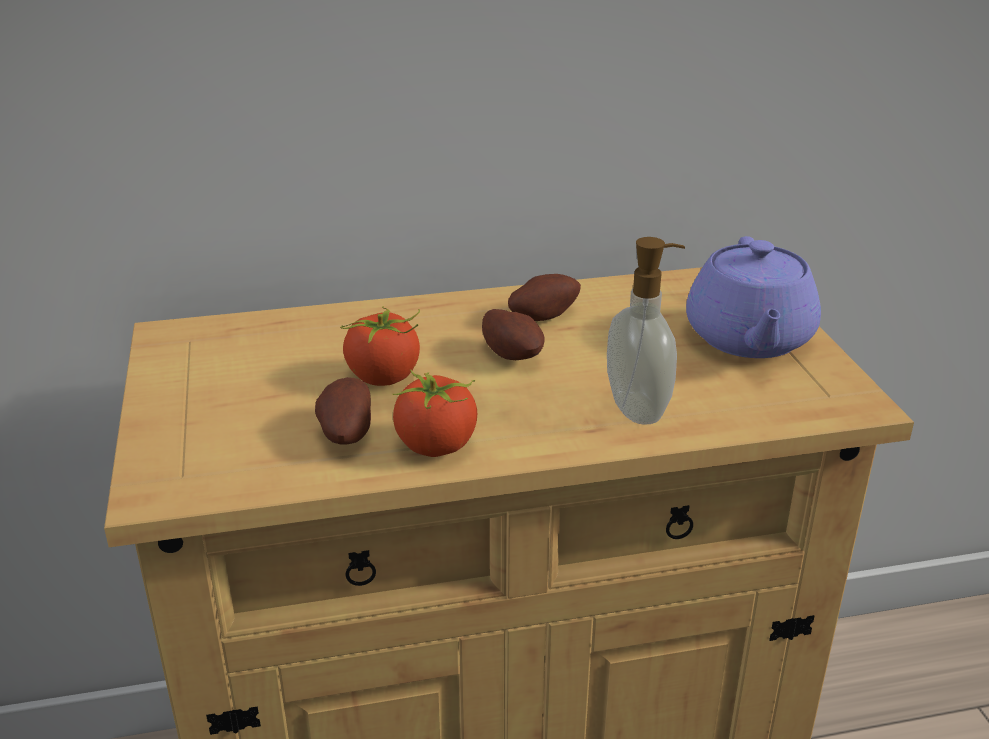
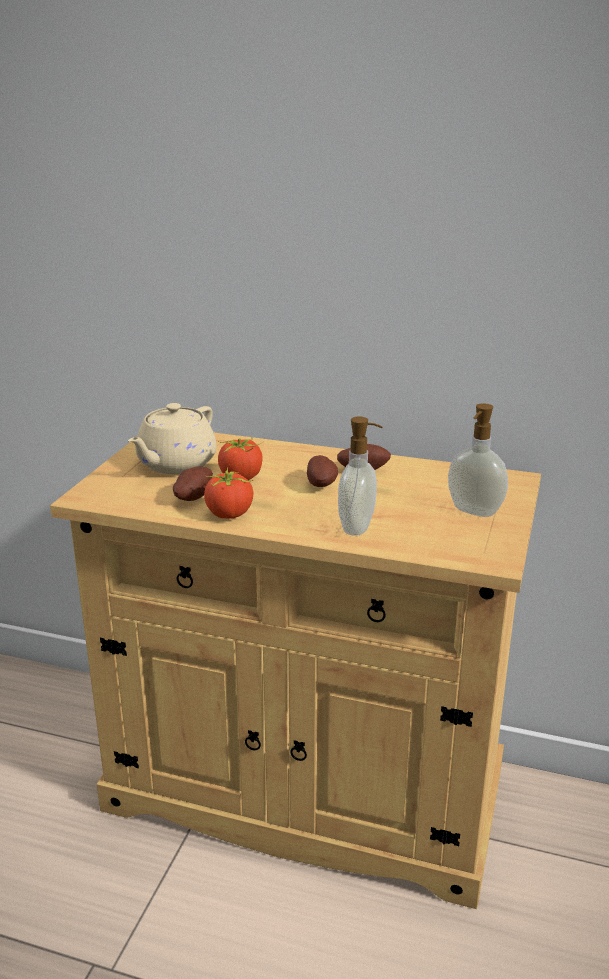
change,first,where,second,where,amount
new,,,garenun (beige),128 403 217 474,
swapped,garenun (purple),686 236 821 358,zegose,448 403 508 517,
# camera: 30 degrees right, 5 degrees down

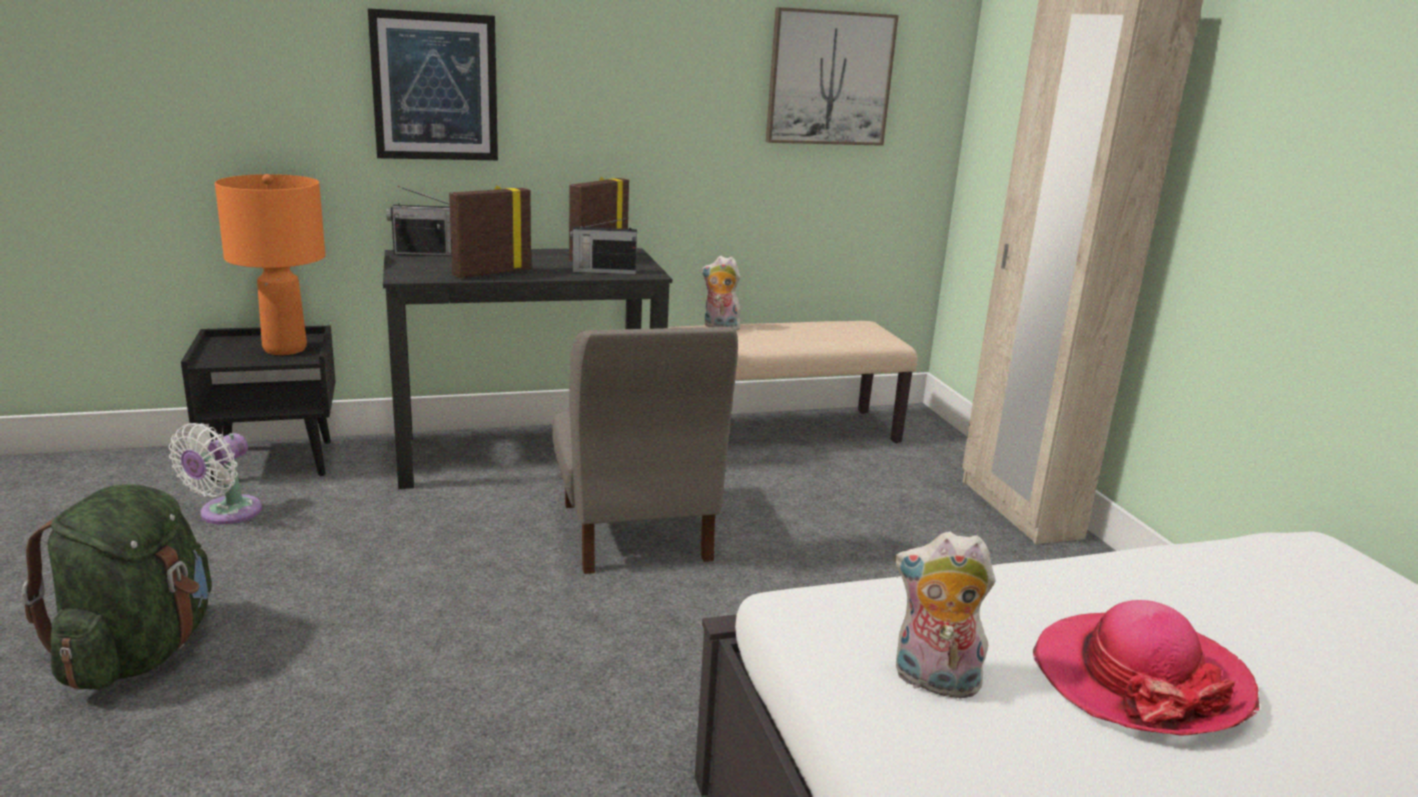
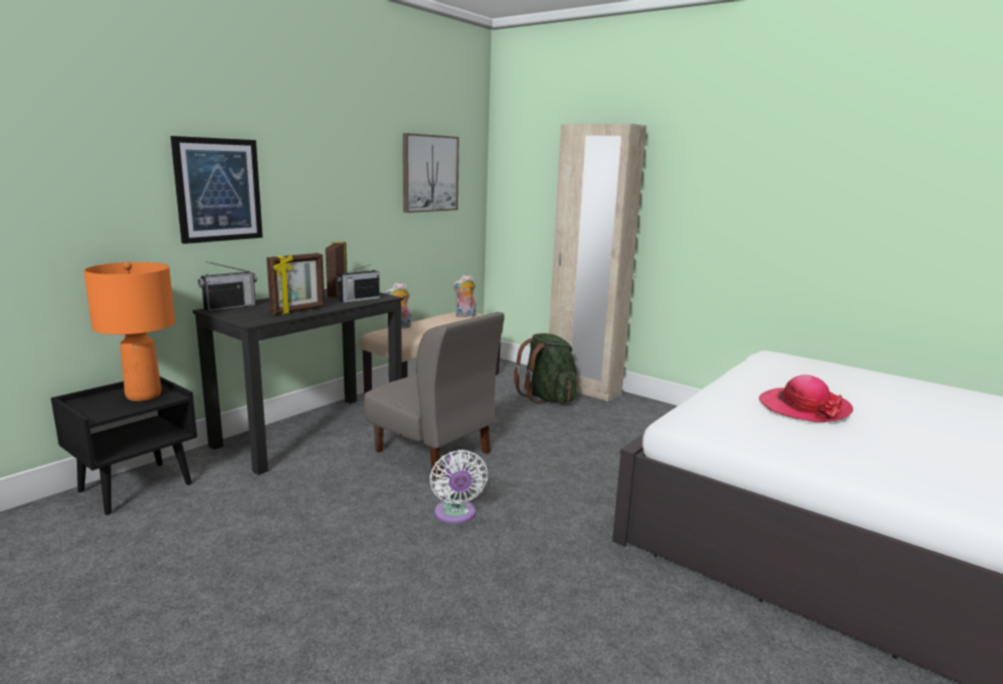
change,first,where,second,where,amount
shifted,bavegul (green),22 484 212 690,,514 333 576 404,
shifted,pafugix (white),169 423 262 524,,430 450 488 524,
shifted,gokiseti,895 532 995 702,,452 275 476 317,
rotated,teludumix,449 185 531 278,,267 253 325 315,150 degrees counterclockwise
# camera: 35 degrees left, 5 degrees down

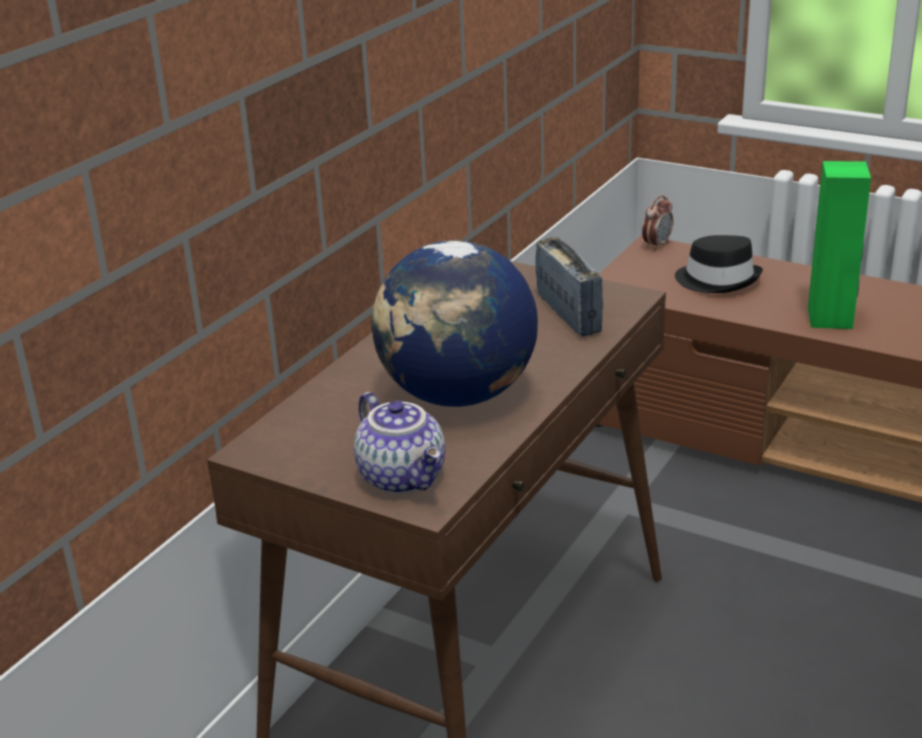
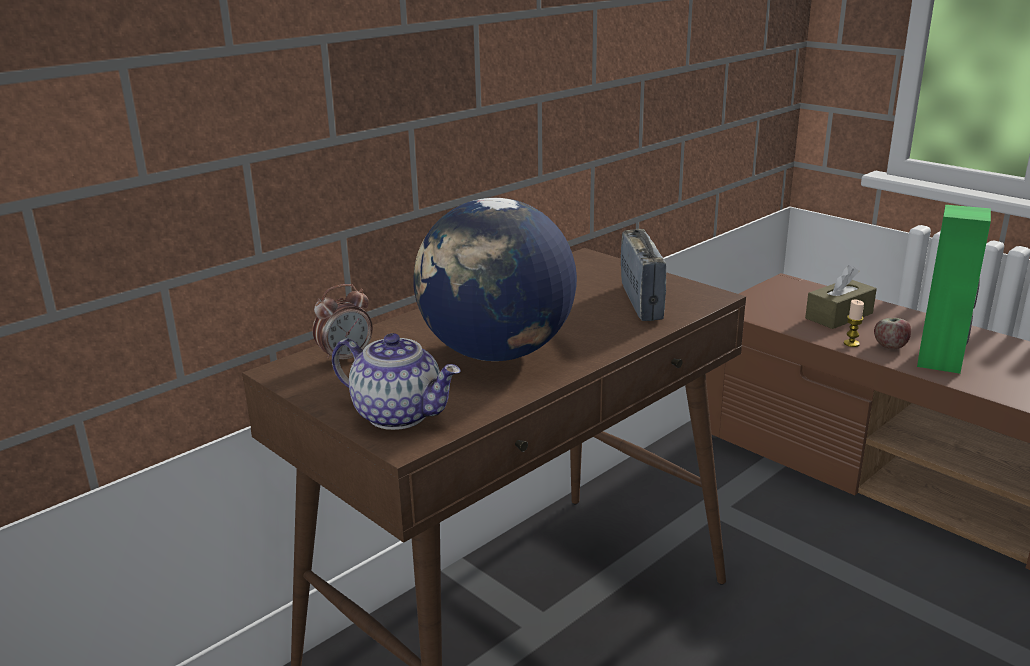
change,first,where,second,where,amount
new,,,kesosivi,844 300 864 347,
new,,,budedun,874 317 911 349,
shifted,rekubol,642 195 673 251,,313 284 373 366,
swapped,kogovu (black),675 235 763 293,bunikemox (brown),805 265 877 329,
rotated,garenun,354 392 445 494,,332 333 460 430,45 degrees counterclockwise
# camera: 15 degrees right, 5 degrees down

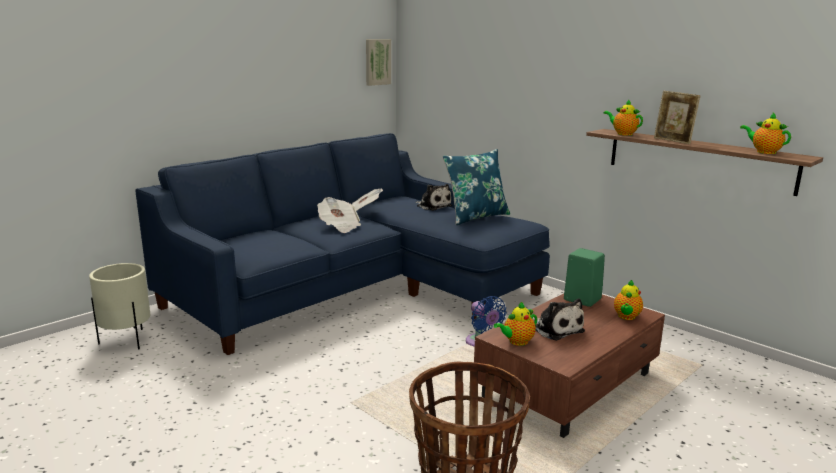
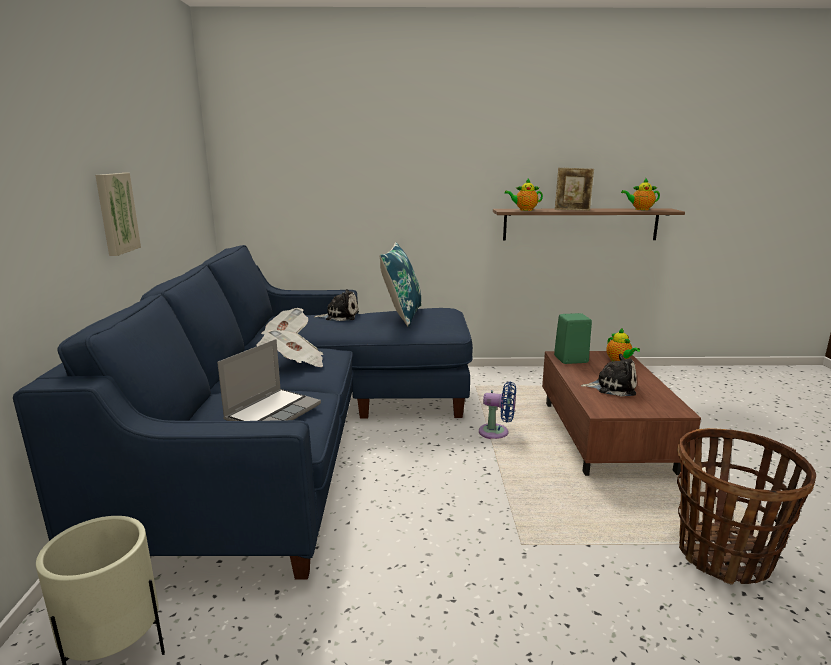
change,first,where,second,where,amount
gone,garenun,494 302 537 346,,,
new,,,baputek,217 339 321 421,
shifted,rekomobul,366 39 391 86,,95 173 141 256,
# camera: 45 degrees left, 0 degrees up

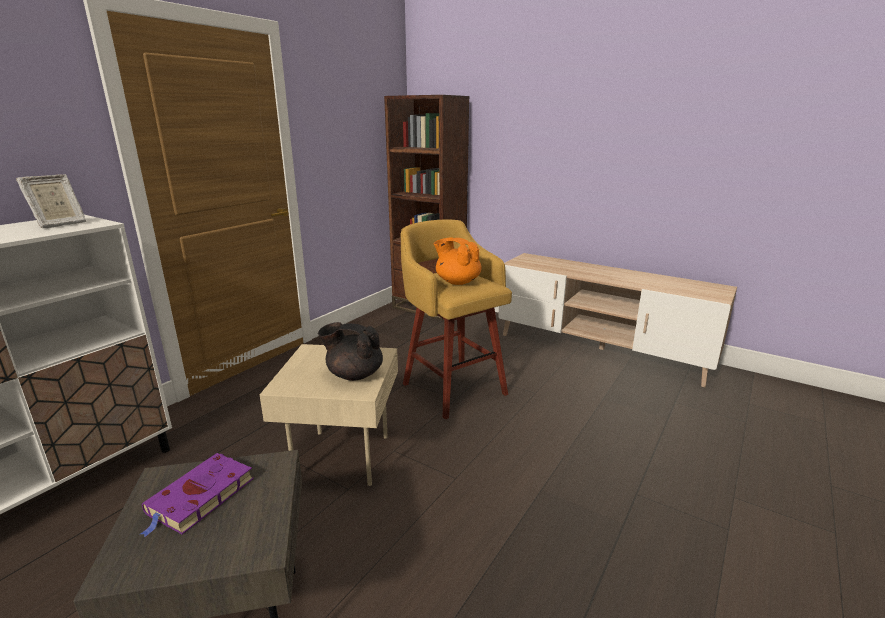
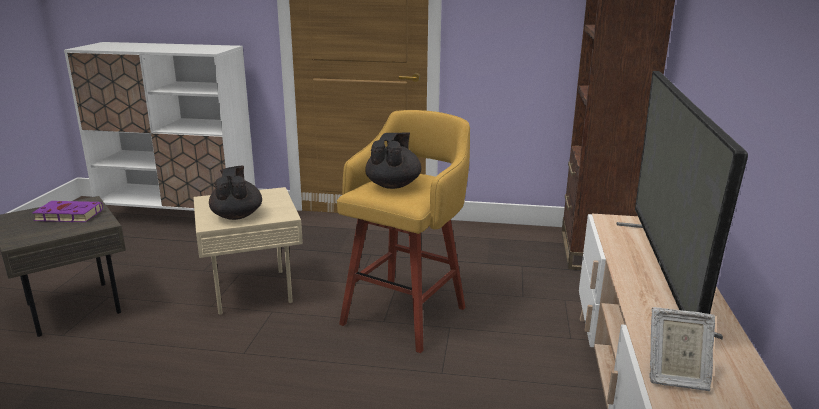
change,first,where,second,where,amount
new,,,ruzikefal,617 71 748 339,
shifted,teludumix,16 174 86 228,,649 307 715 391,
repainted,garenun (orange),434 237 482 285,garenun (black),365 132 421 189,
# camera: 65 degrees right, 0 degrees up

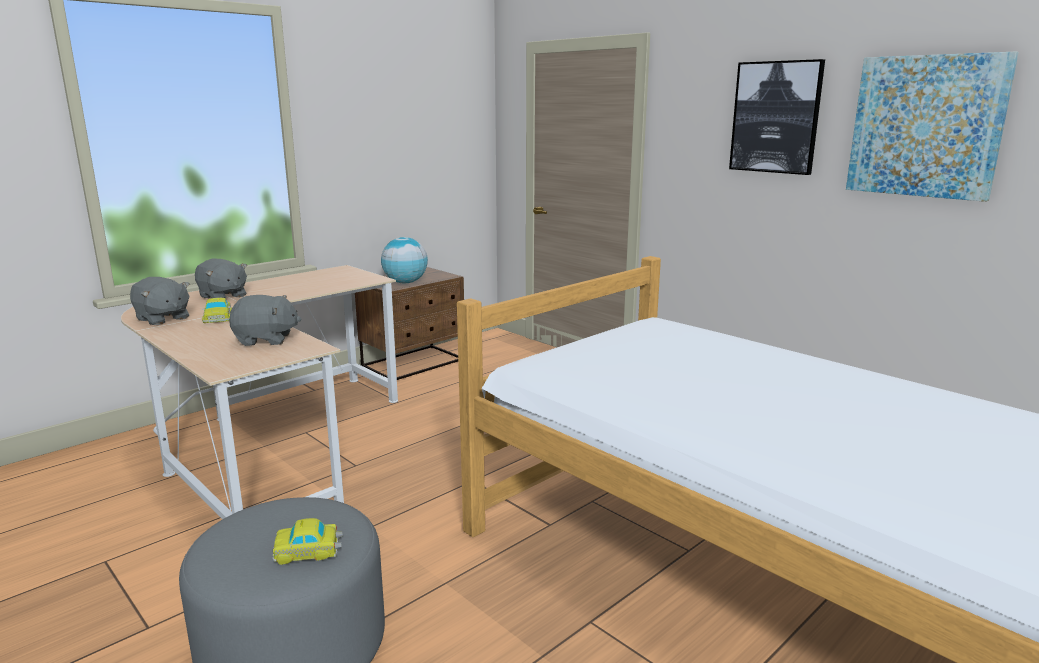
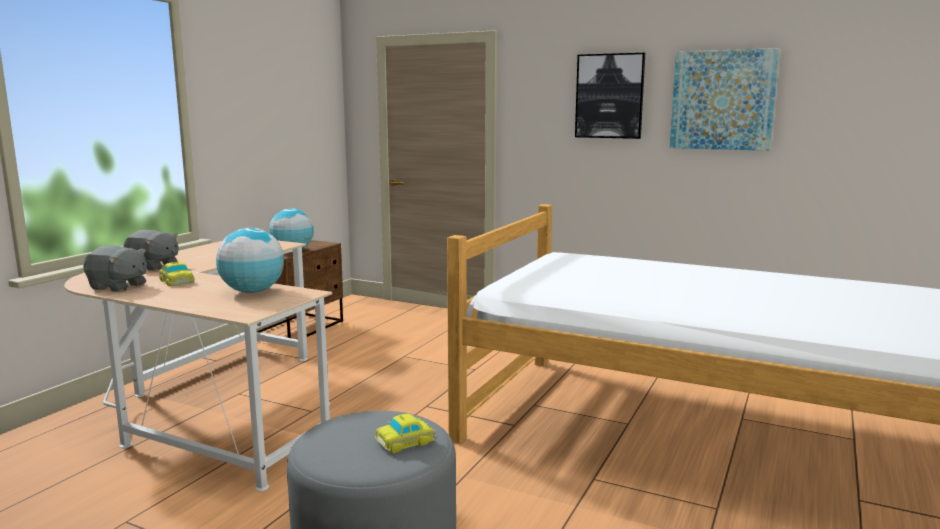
change,first,where,second,where,amount
swapped,gokiseti (grey),229 295 301 346,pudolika,216 228 284 293,
# camera: 20 degrees left, 5 degrees down

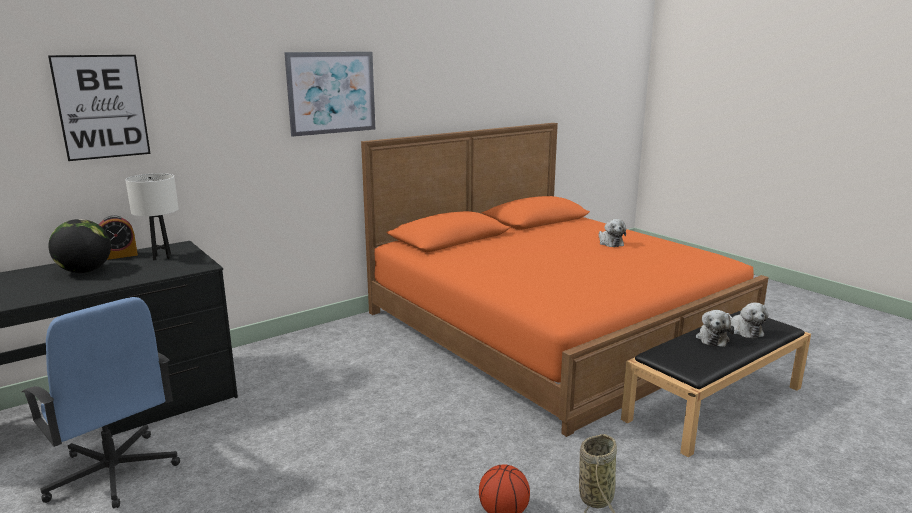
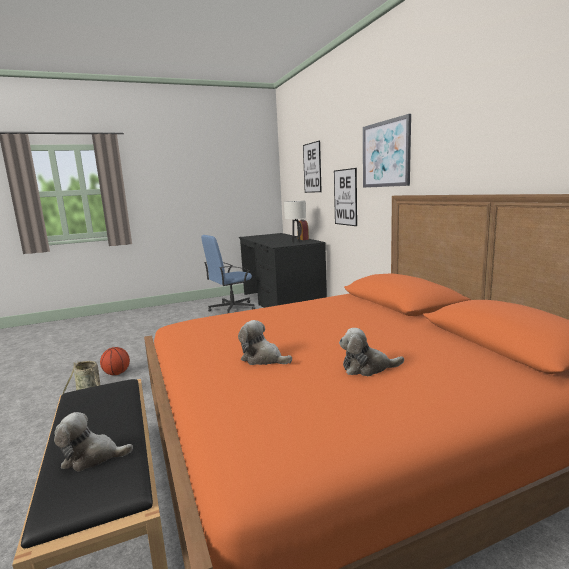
change,first,where,second,where,amount
gone,pudolika,48 219 111 273,,,
new,,,rekomobul,334 168 357 226,
shifted,gokiseti,696 310 734 347,,238 320 292 365,
# camera: 105 degrees right, 5 degrees down

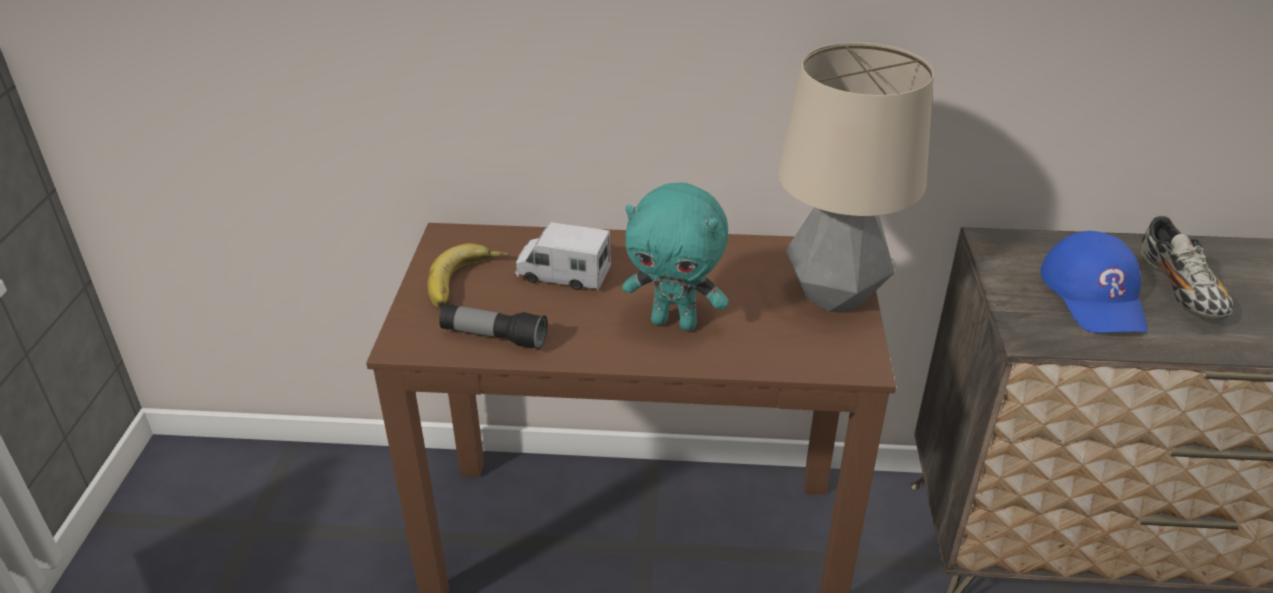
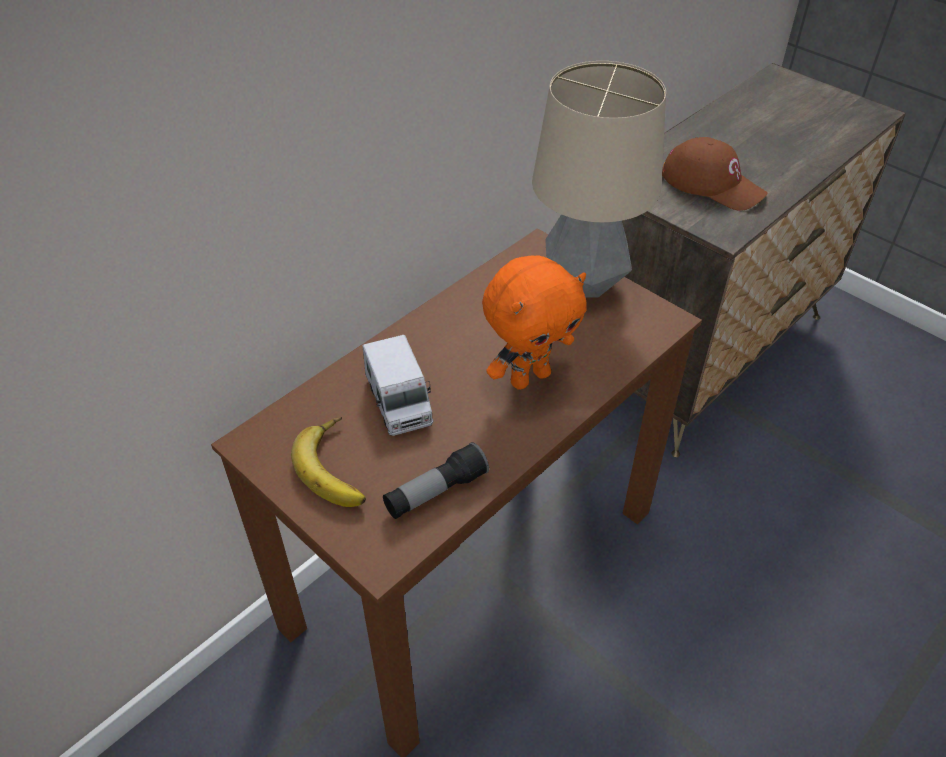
change,first,where,second,where,amount
gone,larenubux,1140 216 1233 320,,,
repainted,gokiseti (turquoise),622 183 729 331,gokiseti (orange),482 256 586 390,
repainted,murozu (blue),1040 231 1148 333,murozu (brown),662 137 767 211,
rotated,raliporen,515 222 611 291,,363 335 433 436,75 degrees counterclockwise
# camera: 50 degrees left, 10 degrees up

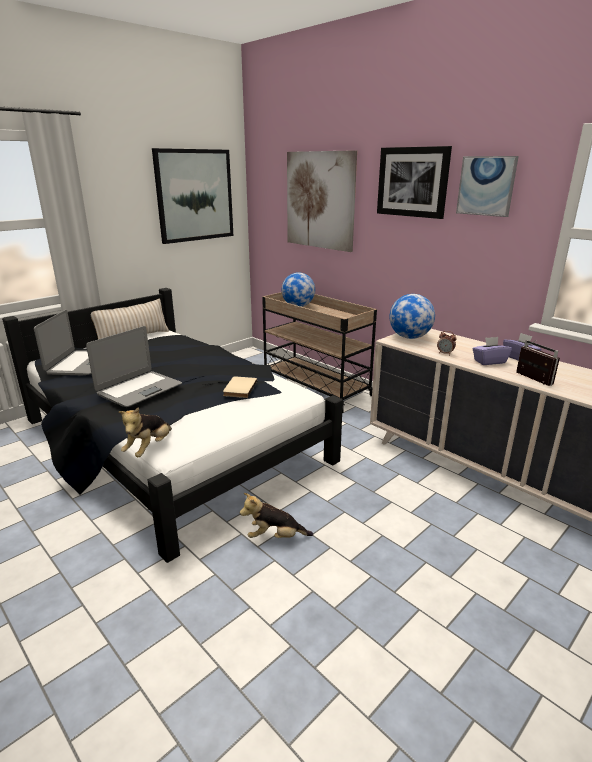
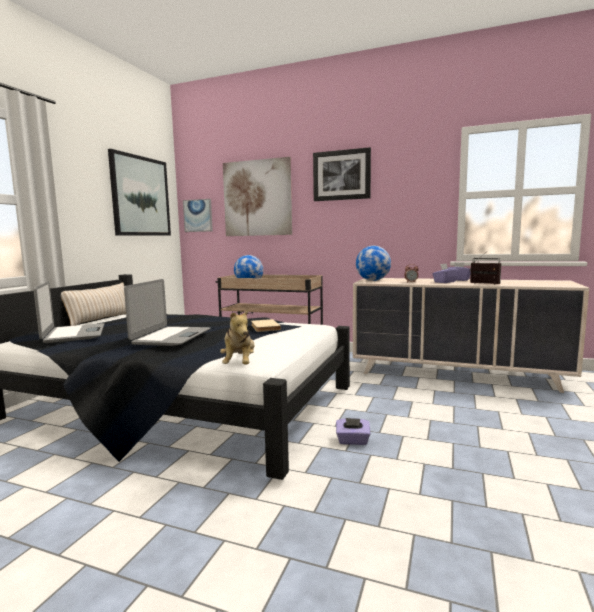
change,first,where,second,where,amount
shifted,rekomobul,456 156 519 217,,183 199 213 232,
swapped,gokiseti,240 493 313 538,bunikemox (purple),336 418 370 445,
# camera: 25 degrees left, 15 degrees down

